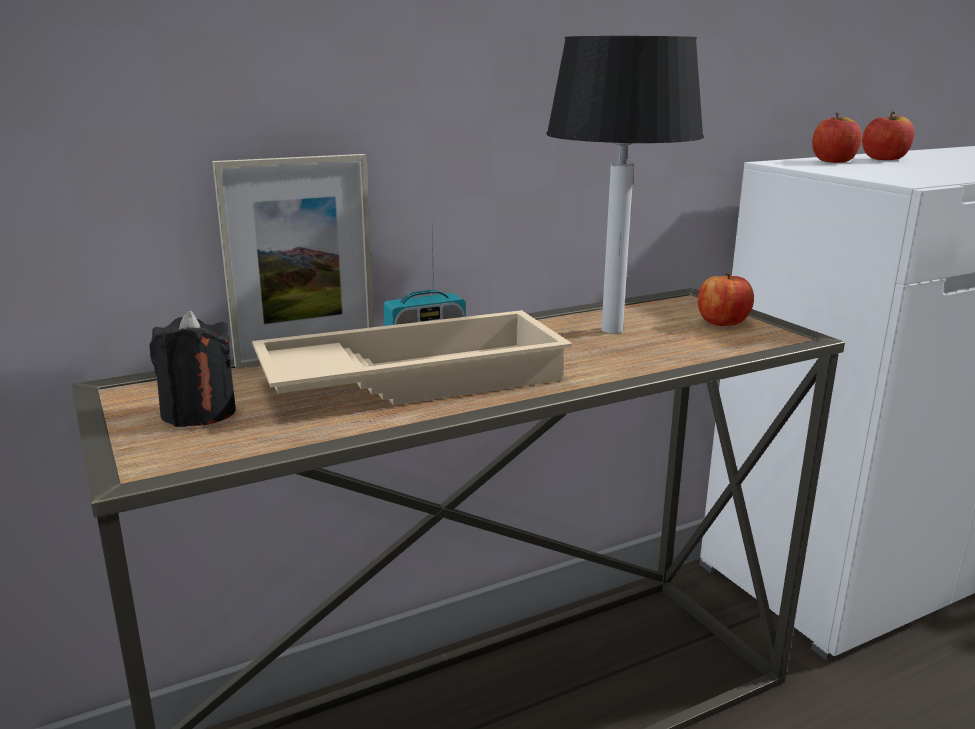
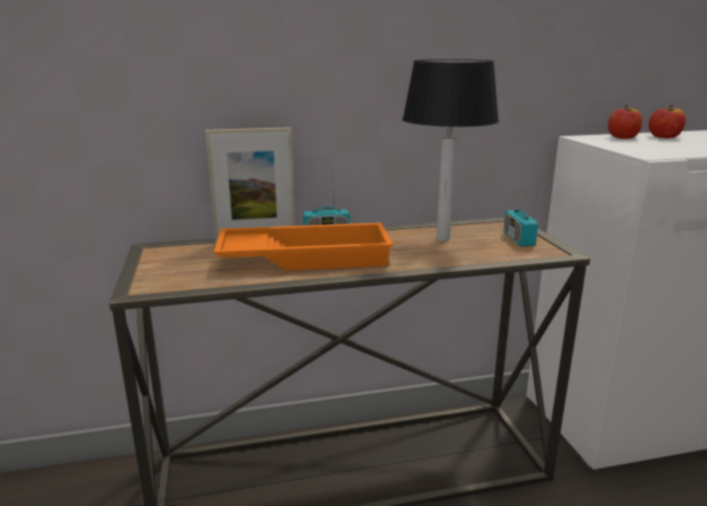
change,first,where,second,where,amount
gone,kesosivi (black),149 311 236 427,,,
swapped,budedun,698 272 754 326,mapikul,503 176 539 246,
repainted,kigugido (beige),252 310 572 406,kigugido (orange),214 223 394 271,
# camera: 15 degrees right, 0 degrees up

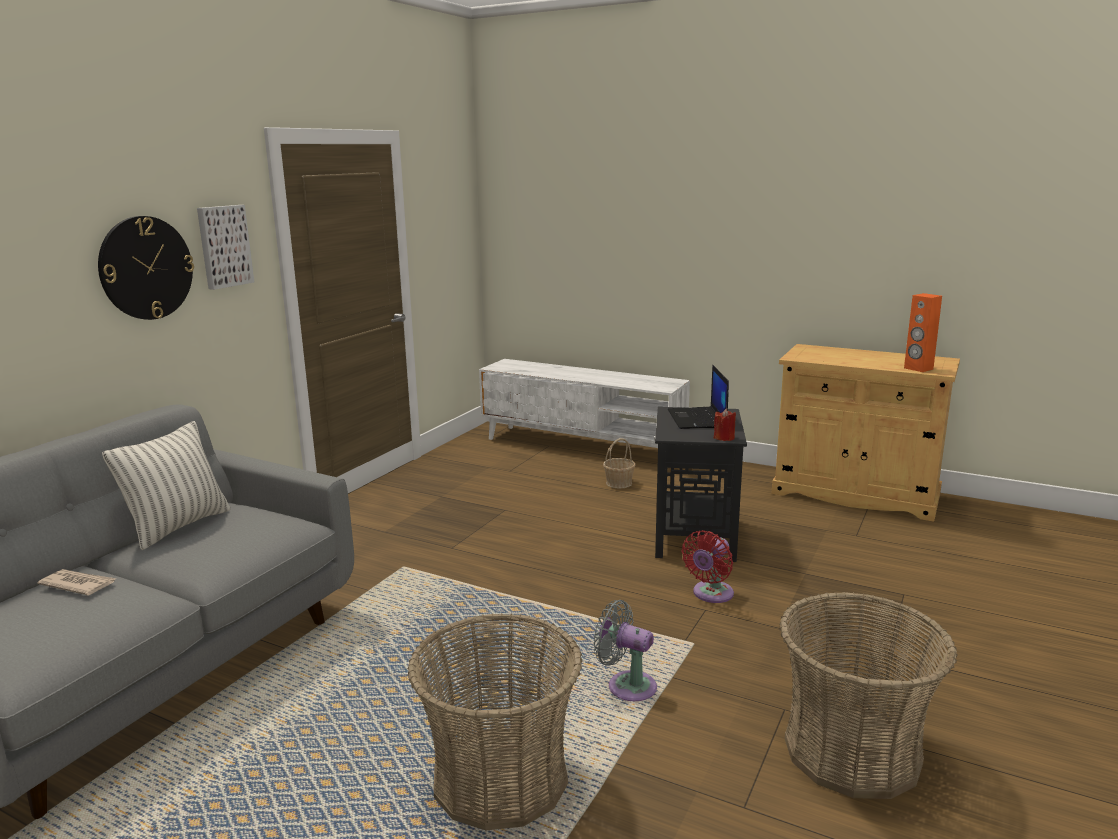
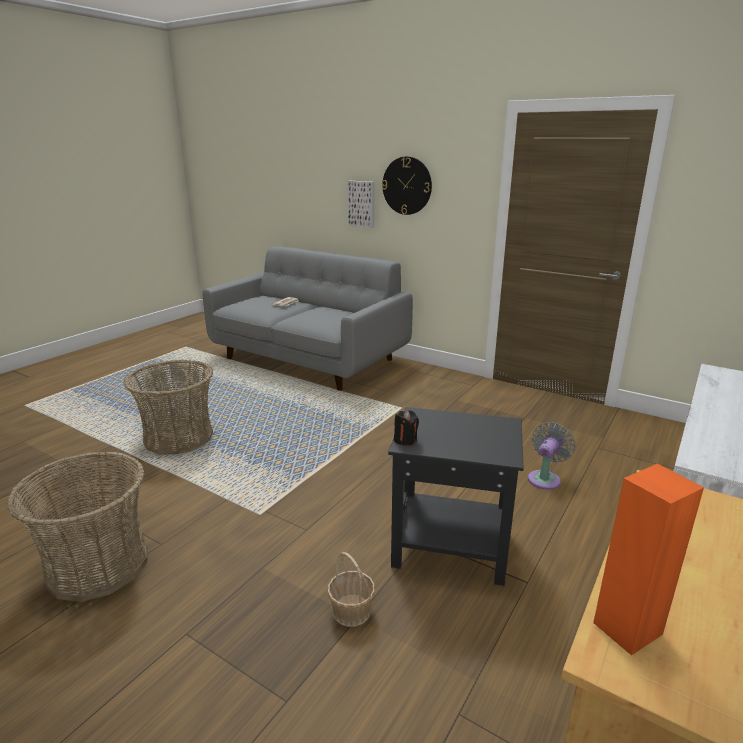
change,first,where,second,where,amount
gone,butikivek,102 421 230 550,,,
gone,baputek,668 365 729 429,,,
gone,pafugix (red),682 530 734 603,,,
shifted,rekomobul,197 205 254 290,,347 181 374 228,
shifted,pafugix (grey),593 600 657 701,,528 422 576 490,
shifted,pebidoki,603 438 636 489,,328 552 375 627,
repainted,kesosivi (red),714 409 736 441,kesosivi (black),394 410 419 446,
# camera: 95 degrees right, 5 degrees up

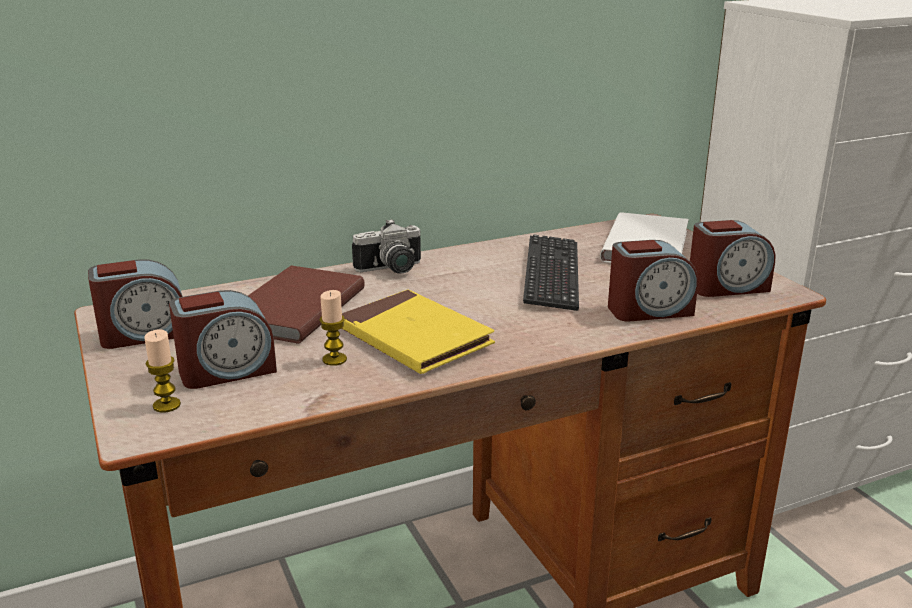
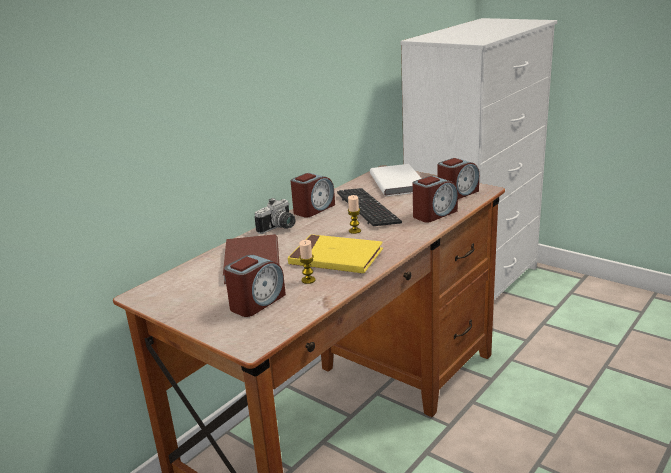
change,first,where,second,where,amount
shifted,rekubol,88 259 182 349,,291 173 335 217,
shifted,kesosivi,144 329 181 413,,347 195 361 234,
# camera: 25 degrees left, 0 degrees up

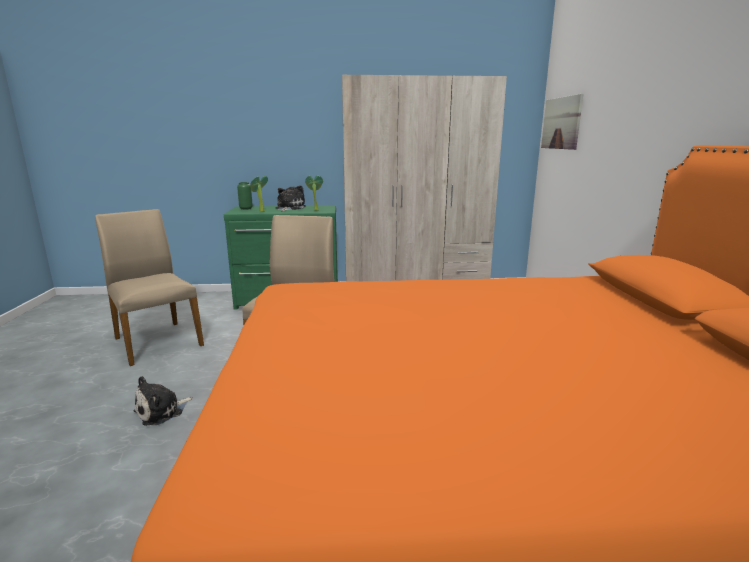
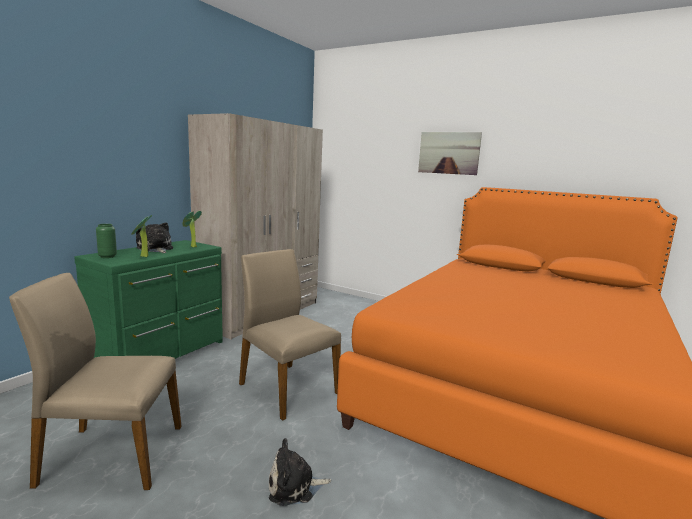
change,first,where,second,where,amount
shifted,rekomobul,541 94 583 150,,418 132 482 175,
rotated,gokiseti,134 376 193 426,,269 438 331 506,90 degrees clockwise
# camera: 55 degrees left, 5 degrees down

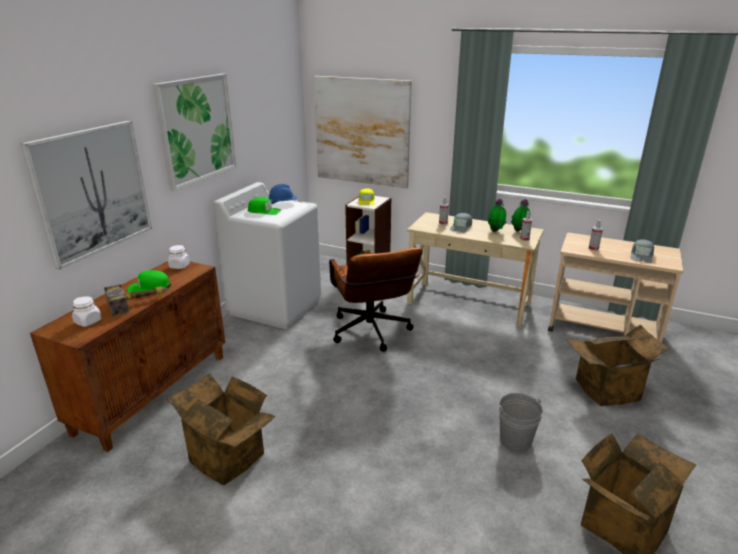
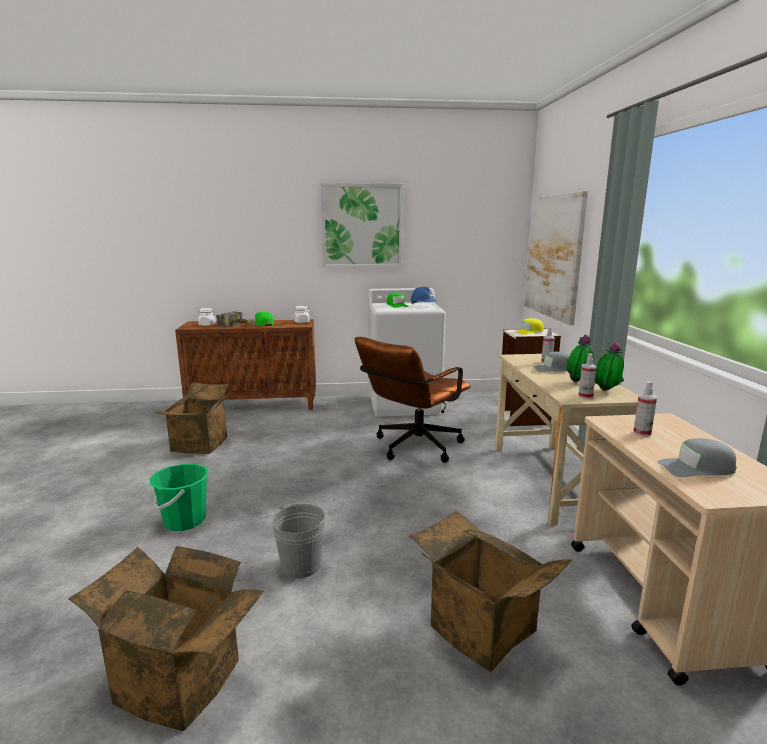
change,first,where,second,where,amount
gone,rekomobul,21 121 152 269,,,
new,,,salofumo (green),149 464 209 531,
# camera: 60 degrees right, 10 degrees down

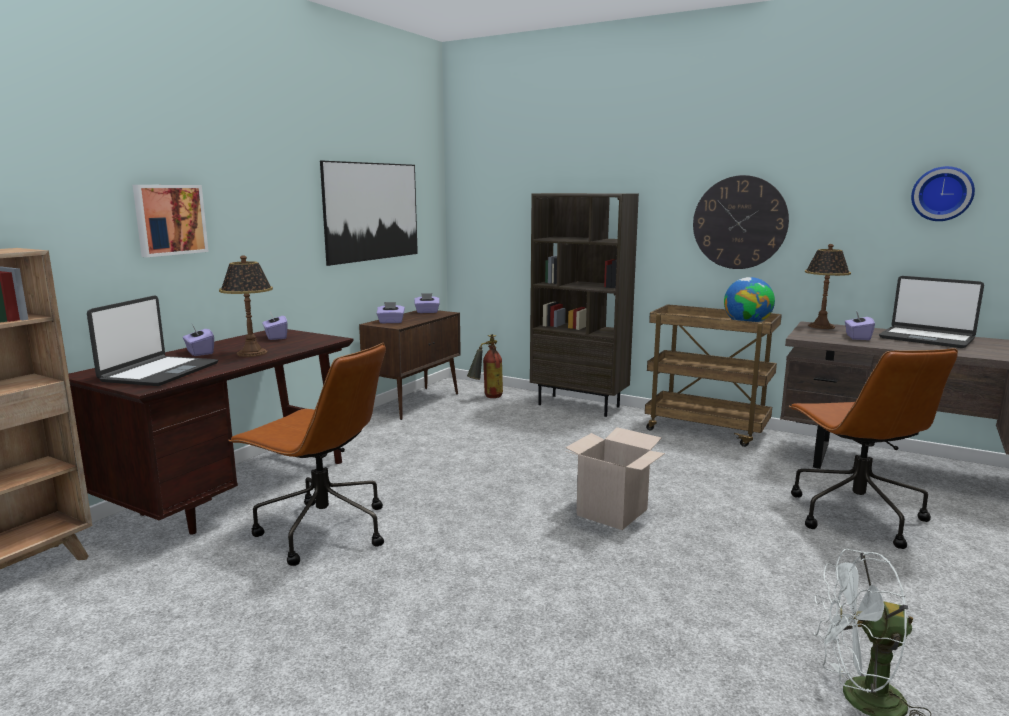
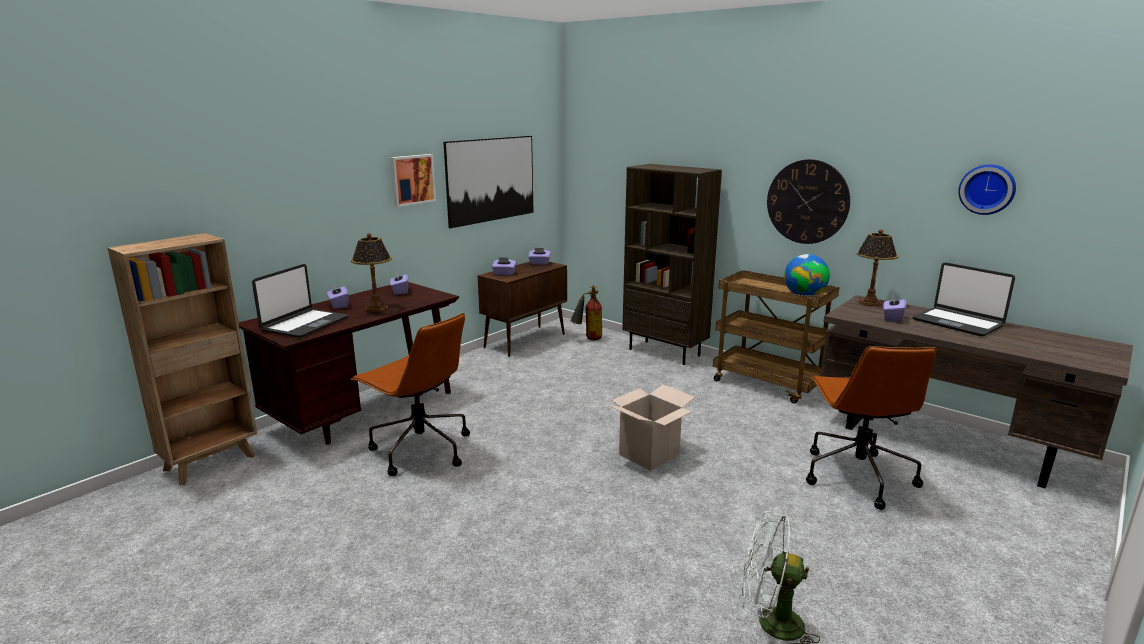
change,first,where,second,where,amount
shifted,rekomobul,133 185 209 257,,390 154 436 207,
# camera: 10 degrees right, 5 degrees up

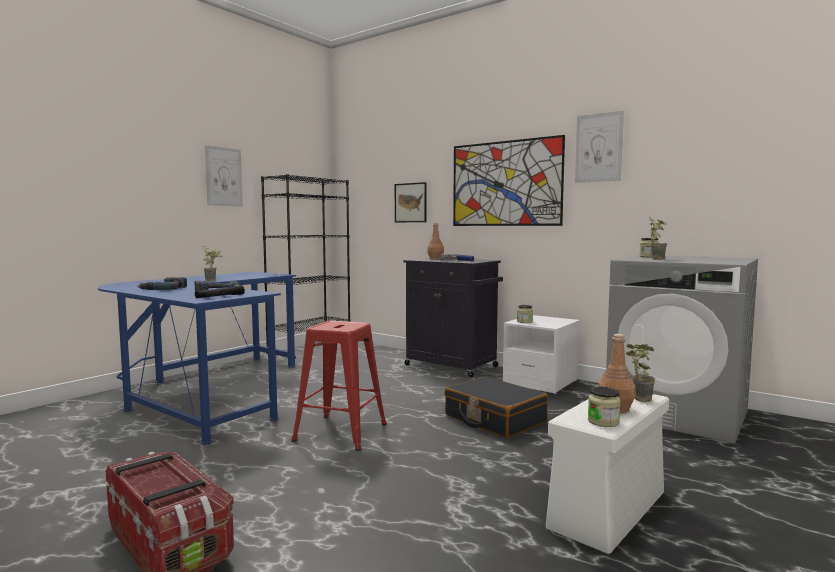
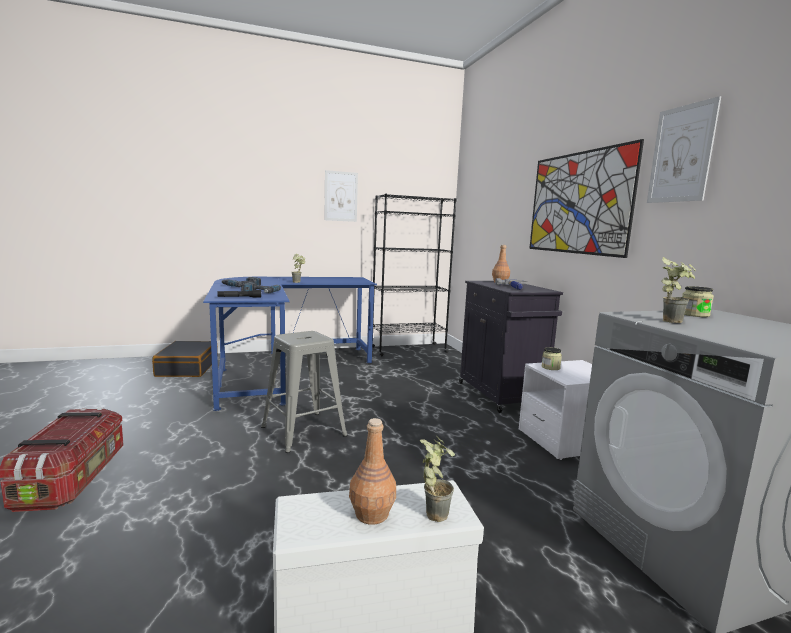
change,first,where,second,where,amount
gone,rekomobul,395 182 427 222,,,
gone,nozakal,588 387 621 427,,,
shifted,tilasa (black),444 376 548 438,,152 341 218 377,
repainted,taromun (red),291 321 387 451,taromun (grey),261 331 348 453,
# camera: 35 degrees right, 5 degrees up

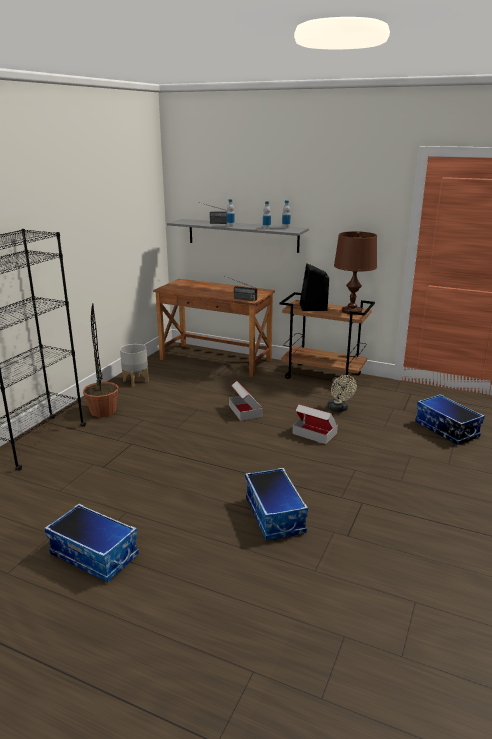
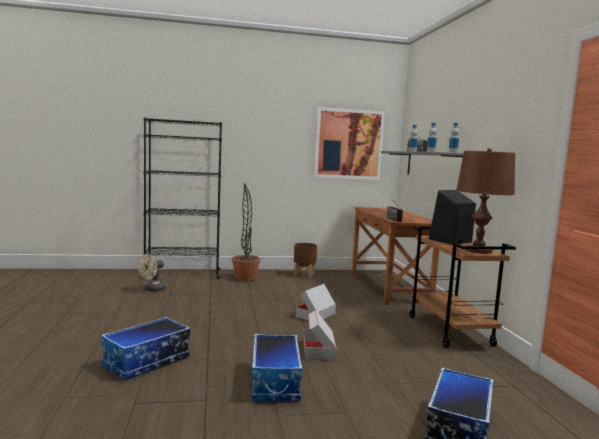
change,first,where,second,where,amount
new,,,rekomobul,314 107 385 180,
shifted,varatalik,44 504 139 582,,252 334 302 402,
shifted,pafugix (beige),327 375 357 412,,138 254 166 292,
repainted,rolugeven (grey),120 344 149 387,rolugeven (brown),294 243 317 278,
# camera: 55 degrees right, 15 degrees down

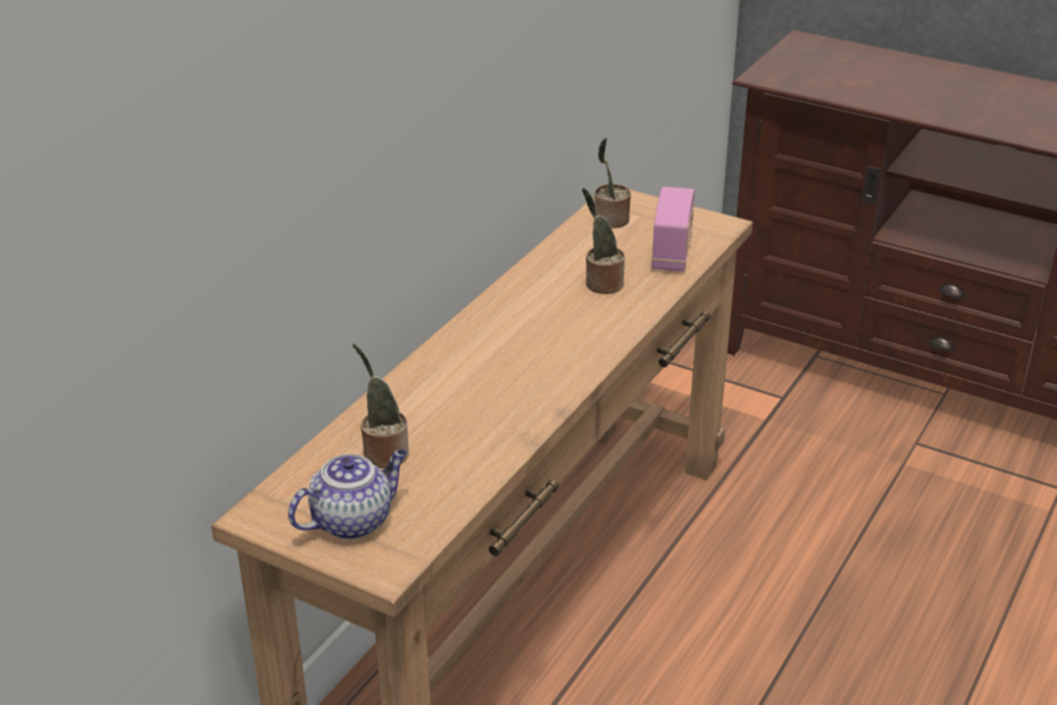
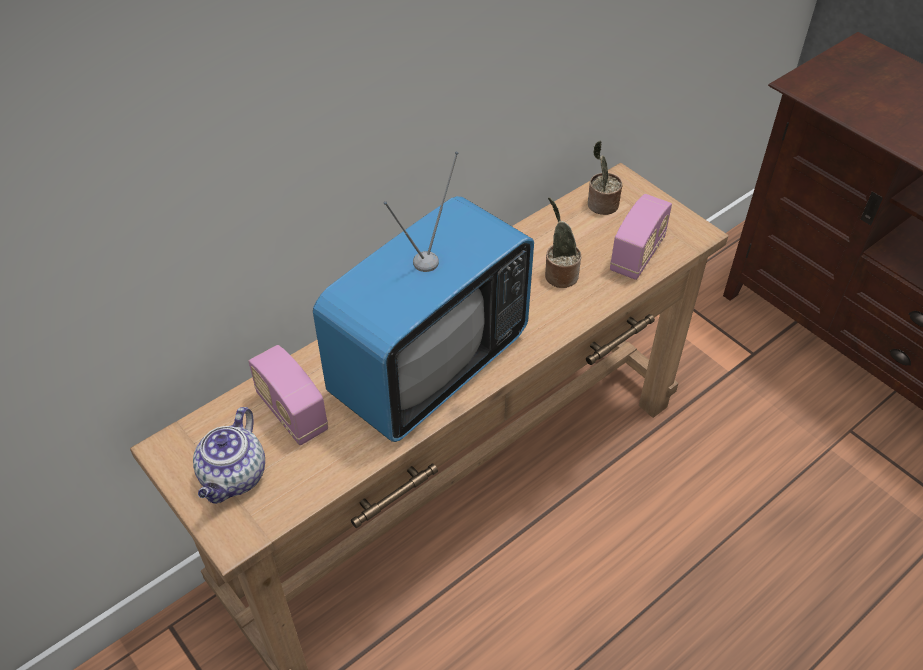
change,first,where,second,where,amount
new,,,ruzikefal,313 152 534 442,
swapped,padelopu,353 344 409 468,mapikul,248 345 328 445,
rotated,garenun,288 449 407 540,,193 407 265 504,120 degrees clockwise
# camera: 20 degrees right, 15 degrees up

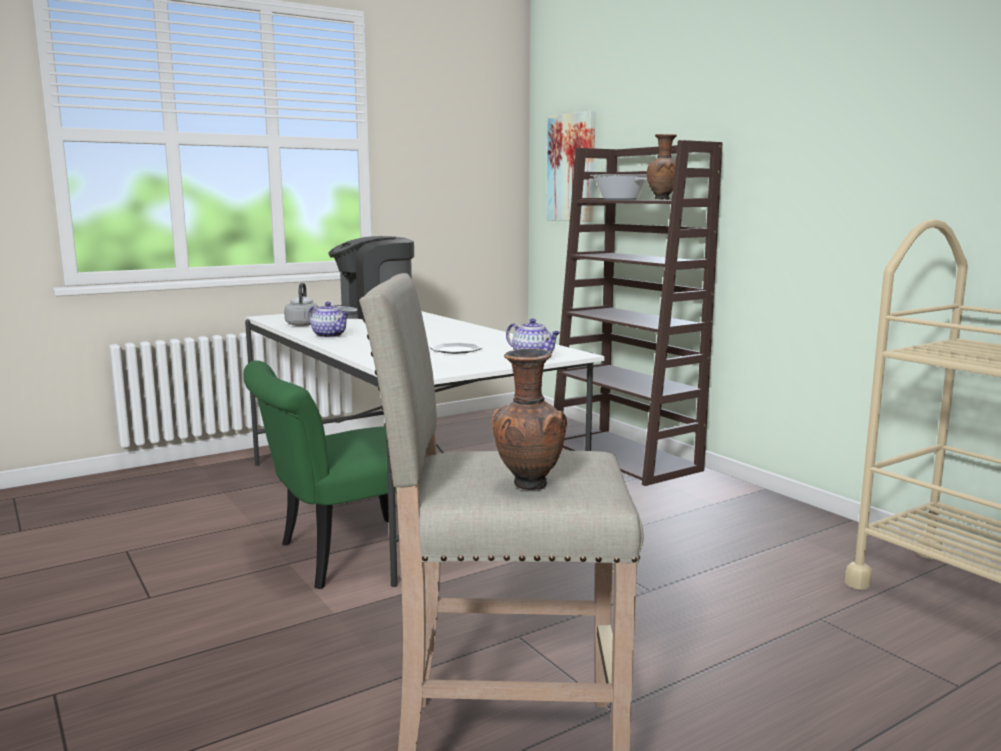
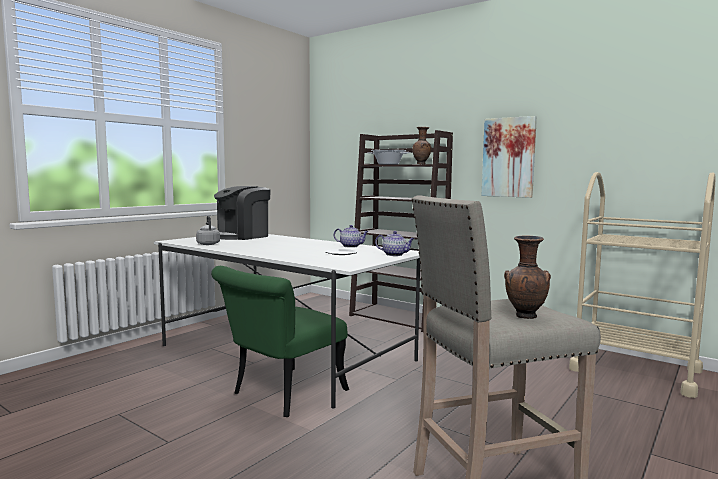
change,first,where,second,where,amount
shifted,garenun,308 302 349 338,,334 225 369 248,
shifted,rekomobul,547 111 595 222,,481 116 537 198,
# camera: 20 degrees left, 5 degrees down

